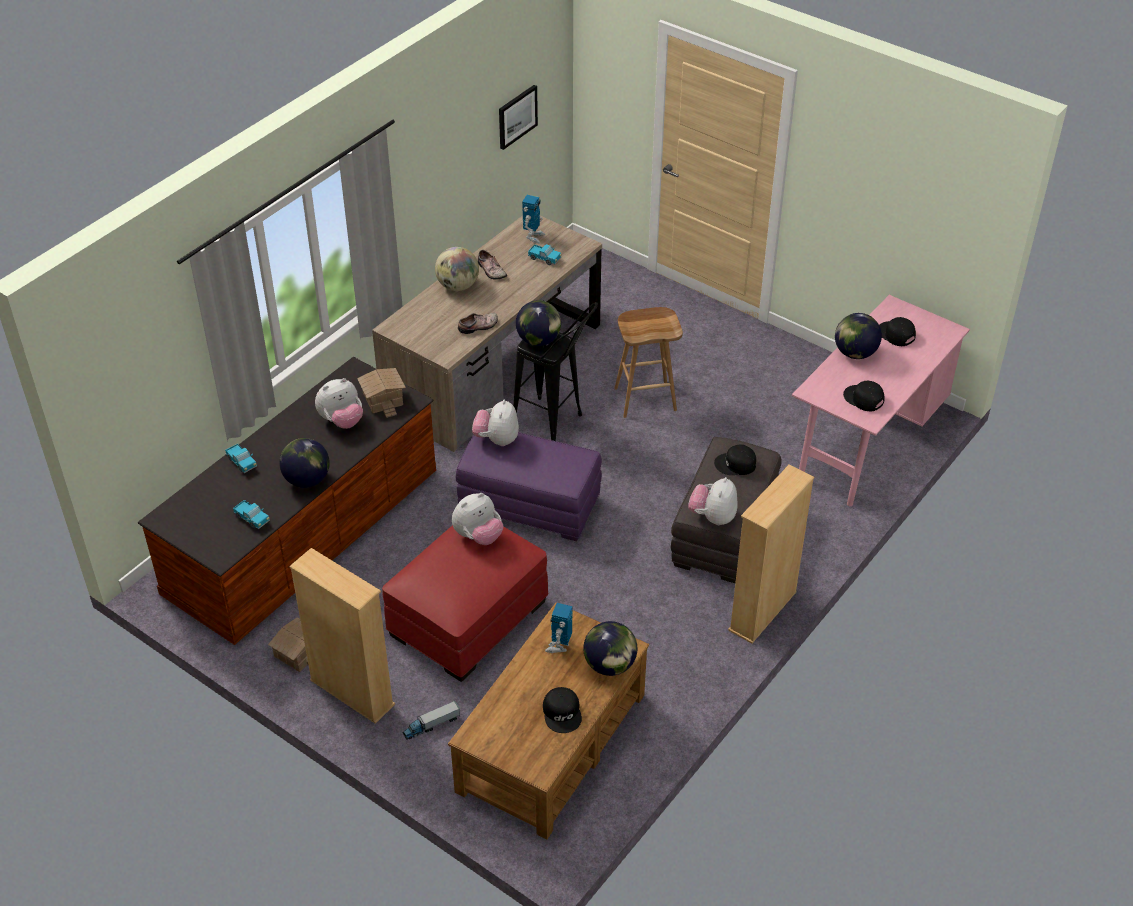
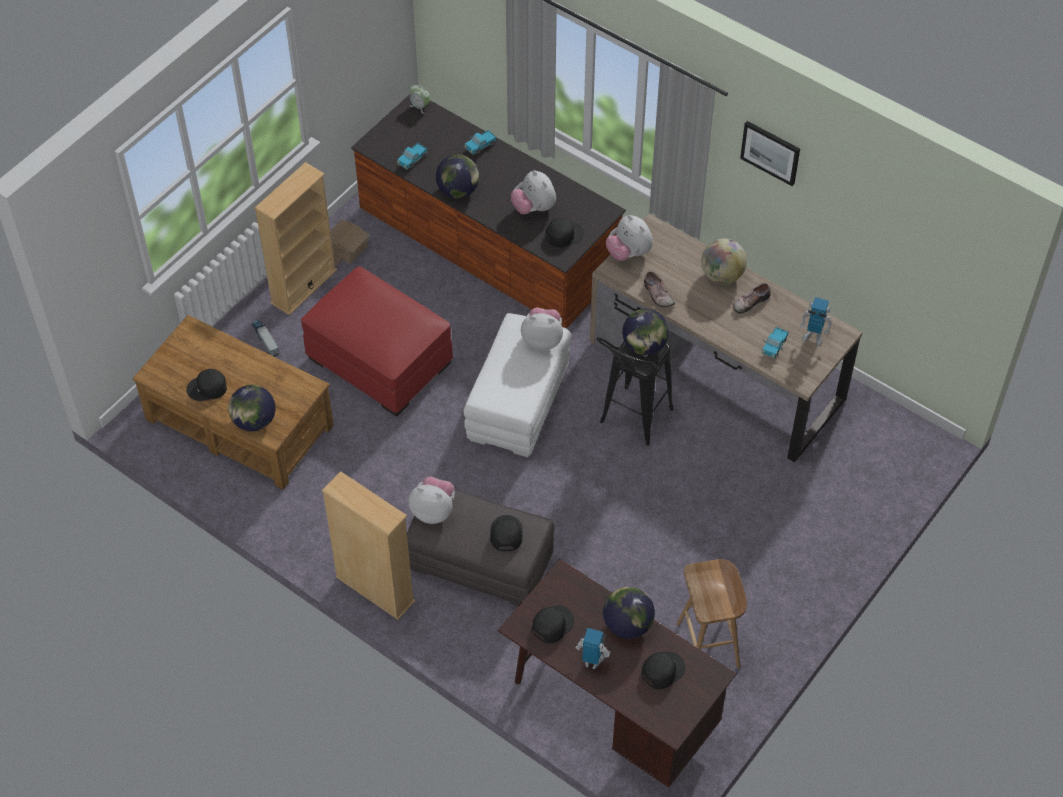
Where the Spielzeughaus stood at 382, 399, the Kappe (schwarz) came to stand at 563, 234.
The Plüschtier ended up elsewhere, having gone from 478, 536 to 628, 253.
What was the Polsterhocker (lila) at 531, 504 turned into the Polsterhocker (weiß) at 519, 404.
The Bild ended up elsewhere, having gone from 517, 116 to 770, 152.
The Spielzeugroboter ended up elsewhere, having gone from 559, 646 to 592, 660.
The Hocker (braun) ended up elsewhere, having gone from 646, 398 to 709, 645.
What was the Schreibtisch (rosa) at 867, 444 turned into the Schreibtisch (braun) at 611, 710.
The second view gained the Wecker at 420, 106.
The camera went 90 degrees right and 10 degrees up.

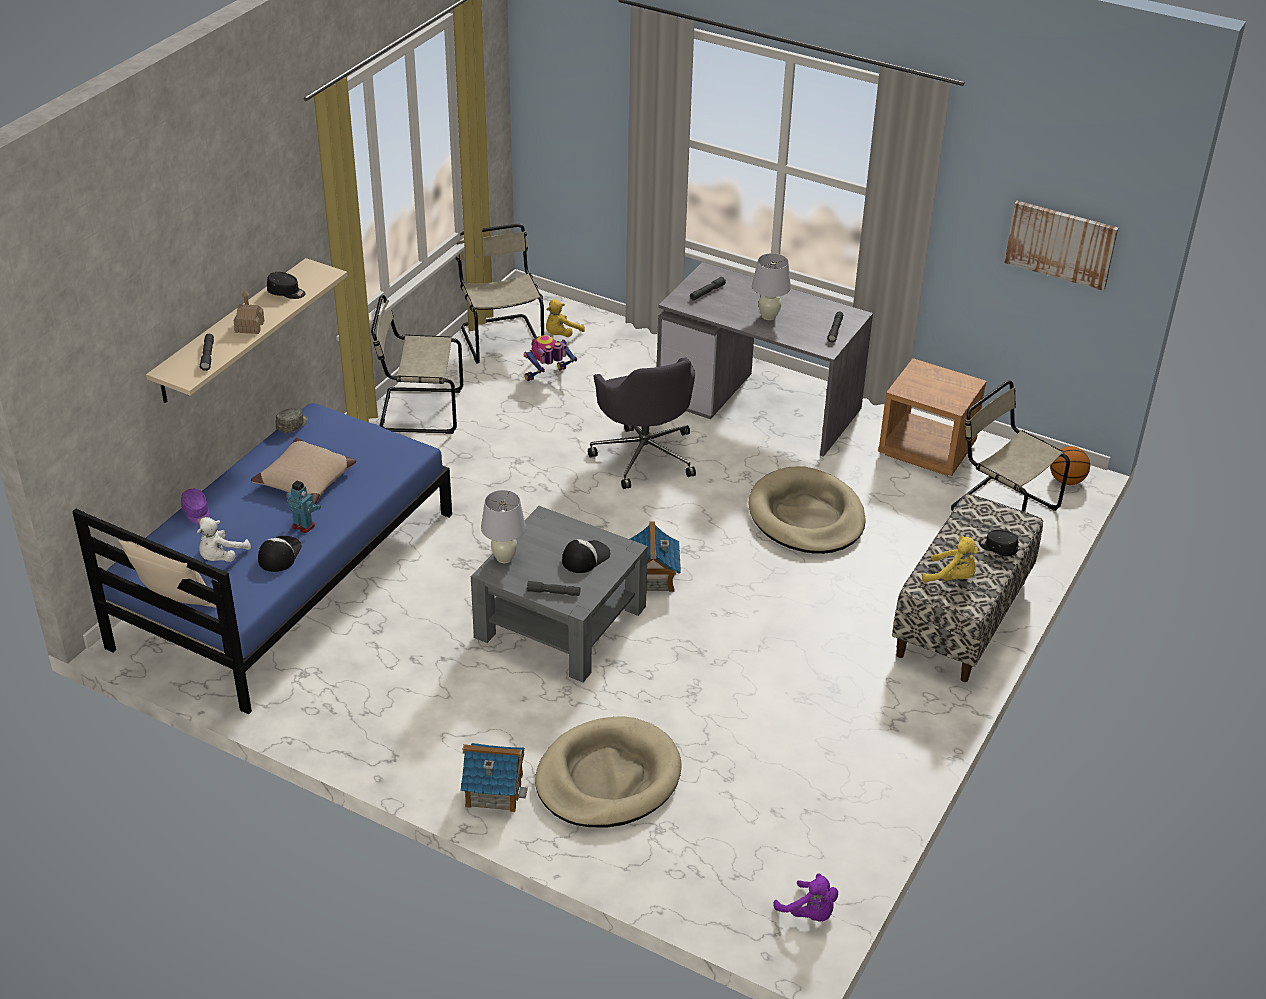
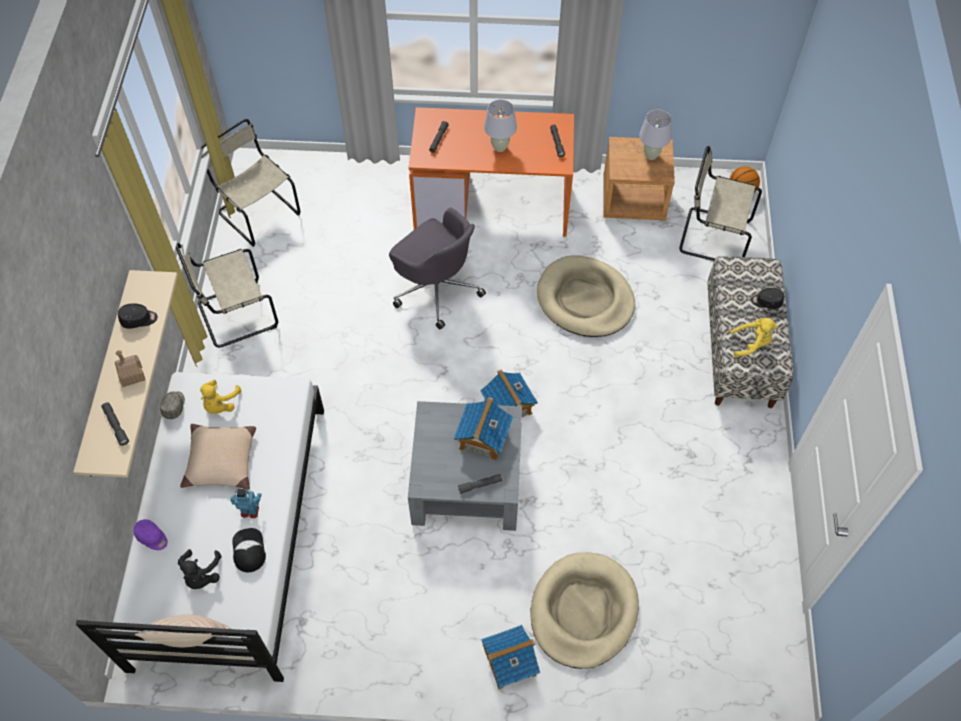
What was the Bett (blau) at 285, 578 turned into the Bett (weiß) at 230, 533.
What was the Plüschtier (weiß) at 221, 557 turned into the Plüschtier (schwarz) at 201, 575.
The Tischlampe (weiß) ended up elsewhere, having gone from 504, 558 to 651, 155.
The second view lost the Spielzeugroboter at 548, 377.
The Plüschtier (gelb) ended up elsewhere, having gone from 561, 335 to 220, 404.
Where the Kappe stood at 585, 557, the Spielzeughaus came to stand at 483, 438.
What was the Schreibtisch (grau) at 760, 404 turned into the Schreibtisch (orange) at 493, 203.
The second view lost the Plüschtier (lila) at 809, 913.
The second view lost the Bild at 1061, 244.
The camera went 25 degrees left and 20 degrees up.

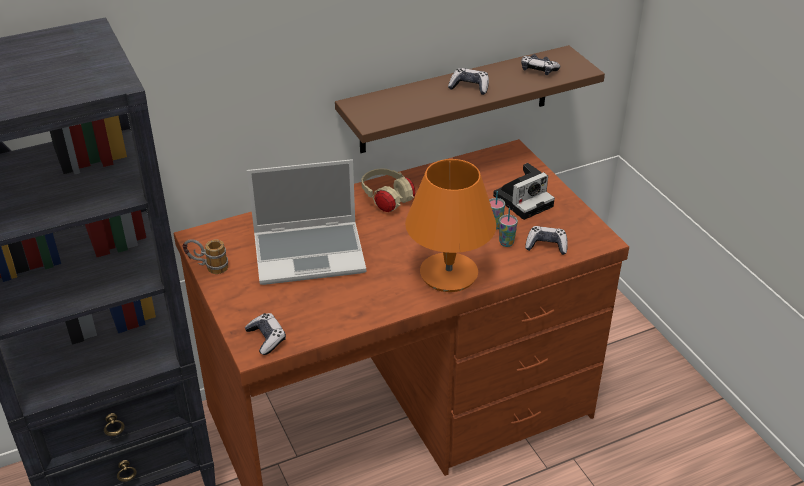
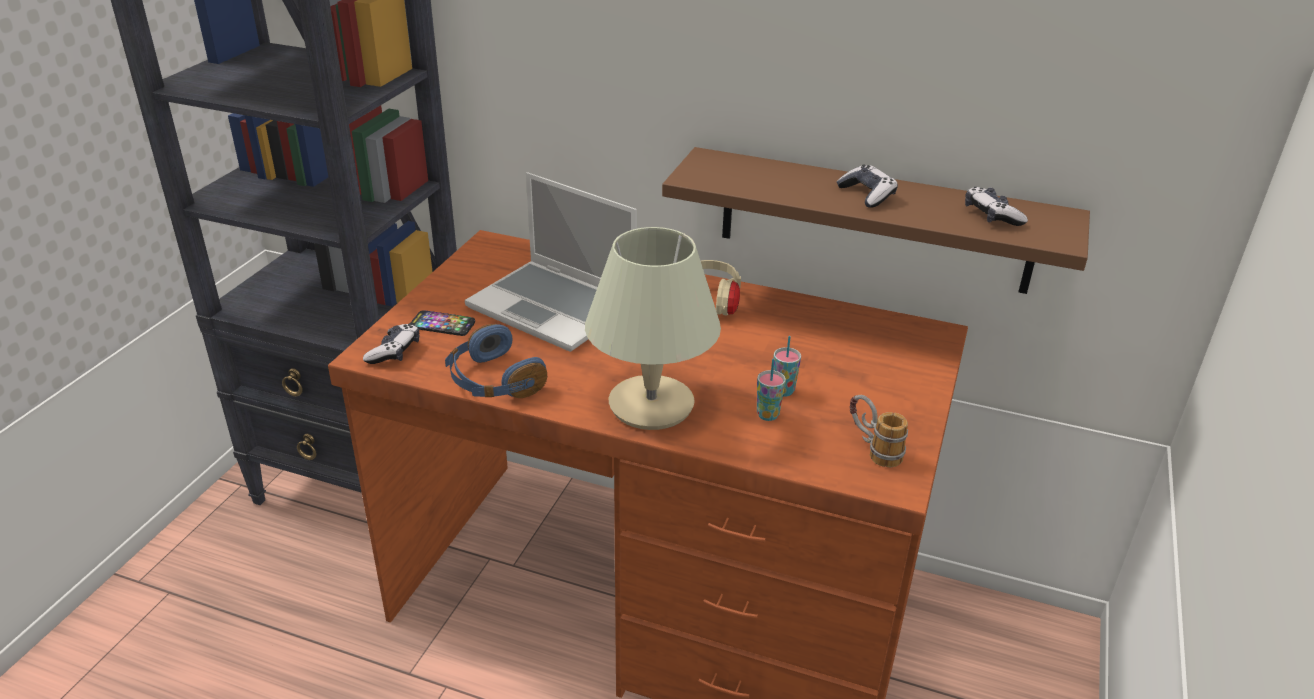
The Henkelbecher ended up elsewhere, having gone from 207, 268 to 872, 450.
What was the Tischlampe (orange) at 449, 274 turned into the Tischlampe (beige) at 652, 405.
The second view lost the Kamera at 524, 200.
The second view lost the Gamepad at 546, 246.
The second view gained the Handy at 442, 324.
The second view gained the Kopfhörer (blau) at 493, 381.
The camera went 45 degrees right and 5 degrees down.

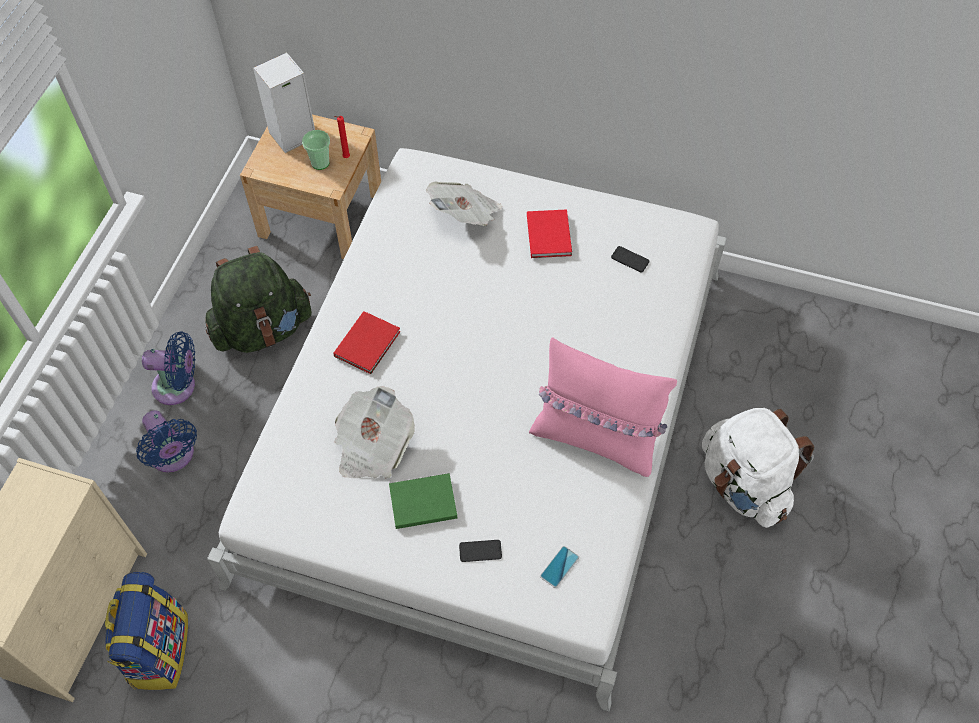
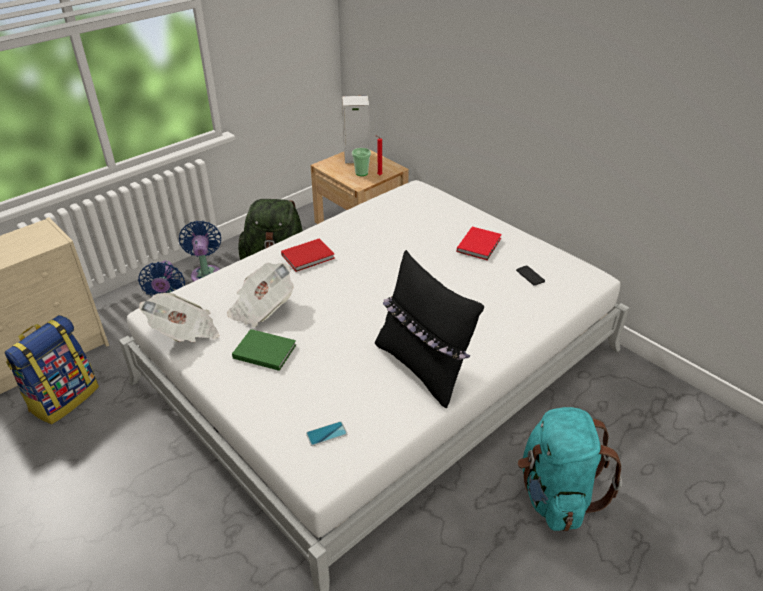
The Ventilator (blau) at 178, 386 ended up facing another way, 135 degrees counterclockwise from before.
The Zeitung ended up elsewhere, having gone from 465, 215 to 185, 332.
The second view lost the Handy at 480, 551.
What was the Kissen (rosa) at 595, 438 turned into the Kissen (schwarz) at 423, 367.
What was the Rucksack (weiß) at 744, 484 turned into the Rucksack (türkis) at 555, 494.
The camera went 30 degrees right and 20 degrees down.

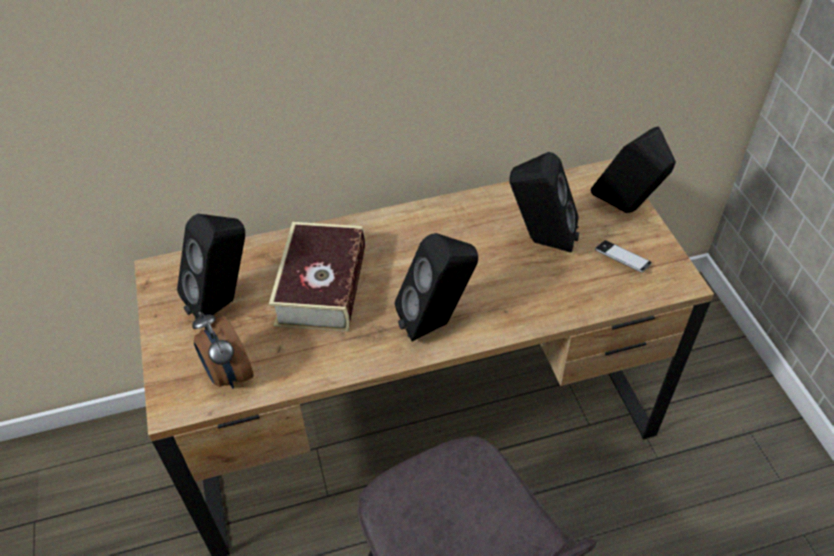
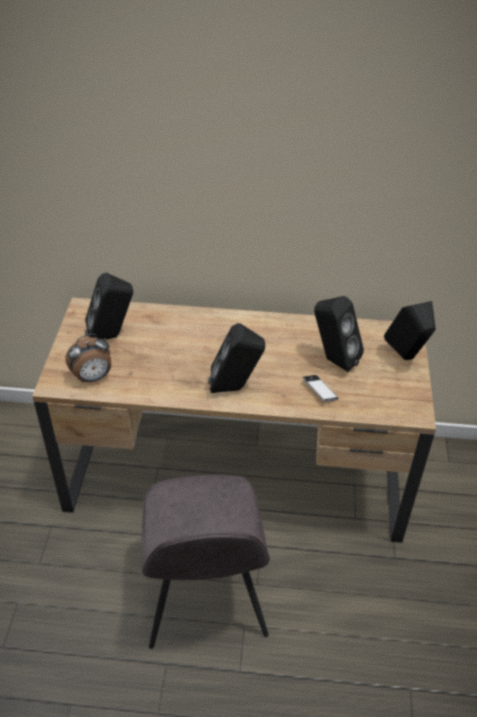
The Wecker at 228, 374 ended up facing another way, 105 degrees counterclockwise from before.
The second view lost the Buch at 322, 286.
The Handy ended up elsewhere, having gone from 622, 259 to 319, 391.
The camera went 20 degrees right and 5 degrees down.

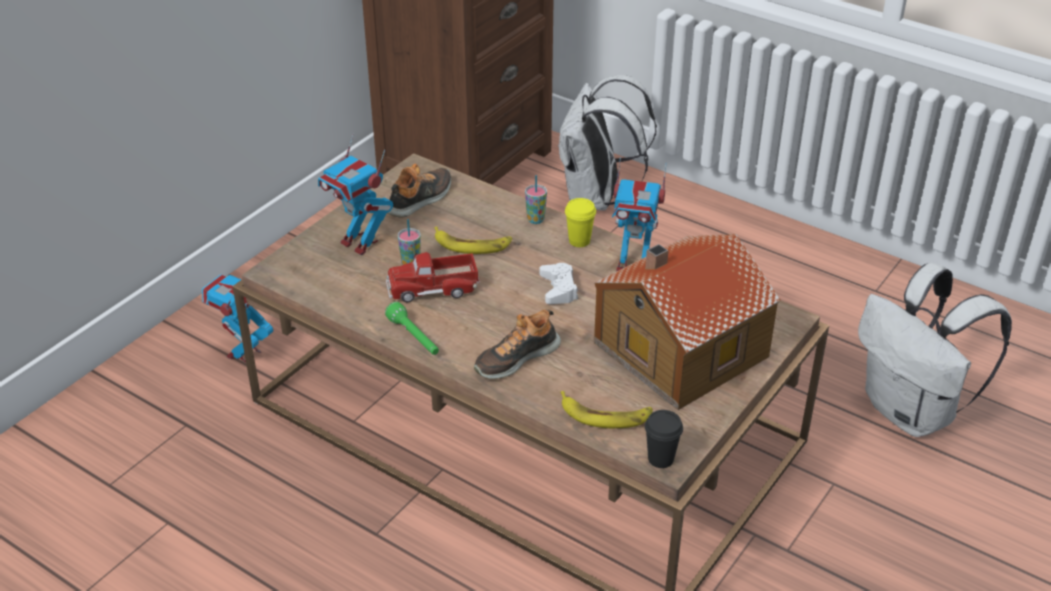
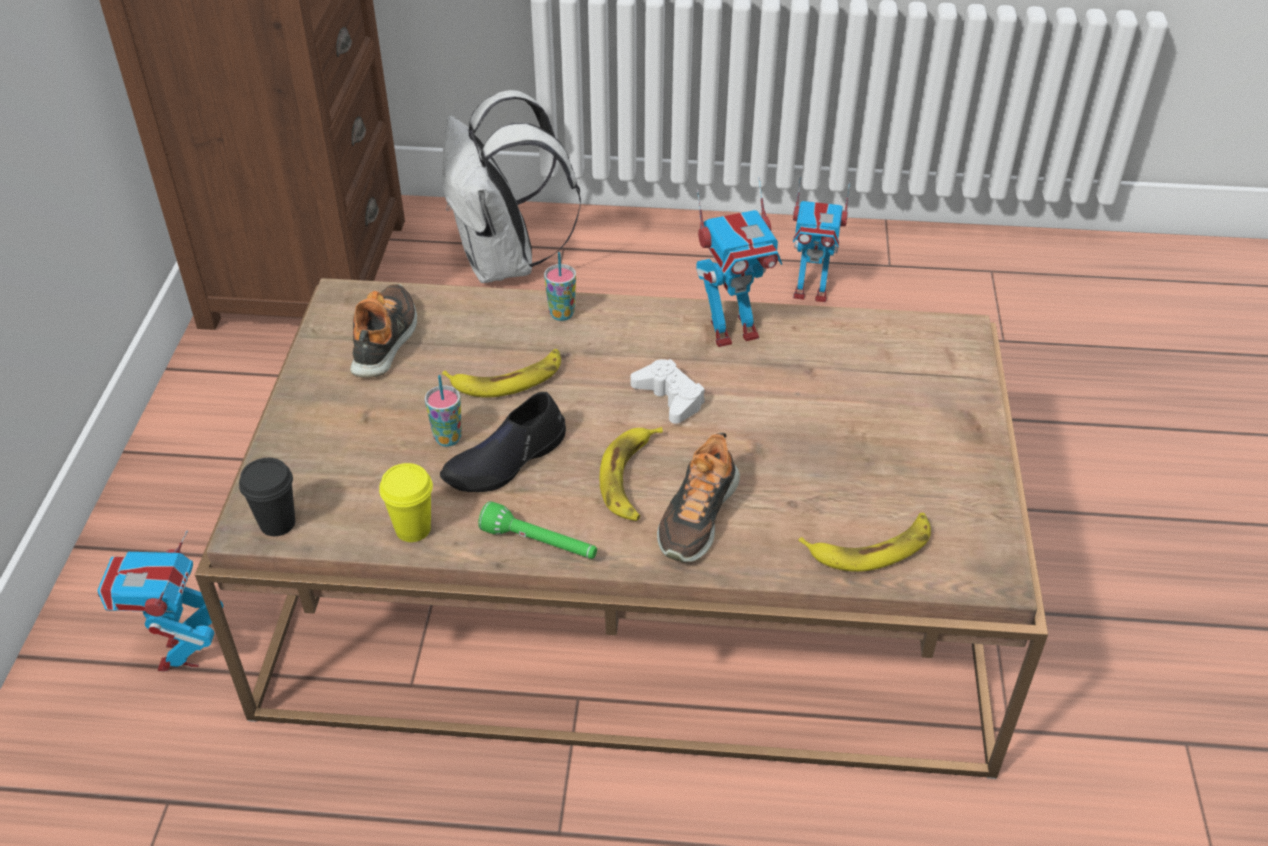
The Spielzeugroboter ended up elsewhere, having gone from 360, 243 to 811, 291.
Where the Spielzeuglaster stood at 433, 288, the Schuh (schwarz) came to stand at 505, 460.
The Tasse (gelb) ended up elsewhere, having gone from 579, 241 to 413, 529.
The second view lost the Spielzeughaus at 677, 349.
The Tasse (schwarz) ended up elsewhere, having gone from 660, 459 to 277, 523.
The second view lost the Rucksack (weiß) at 912, 412.
The second view gained the Banane at 631, 478.
The camera went 30 degrees left and 5 degrees up.

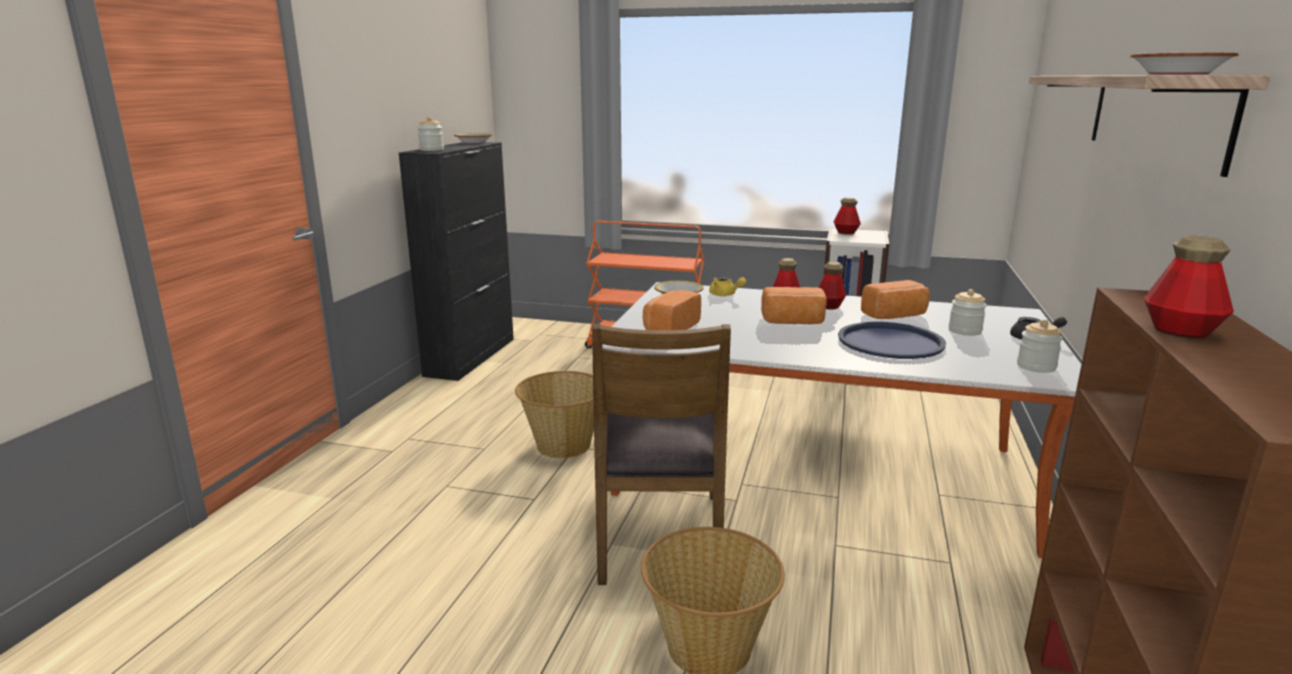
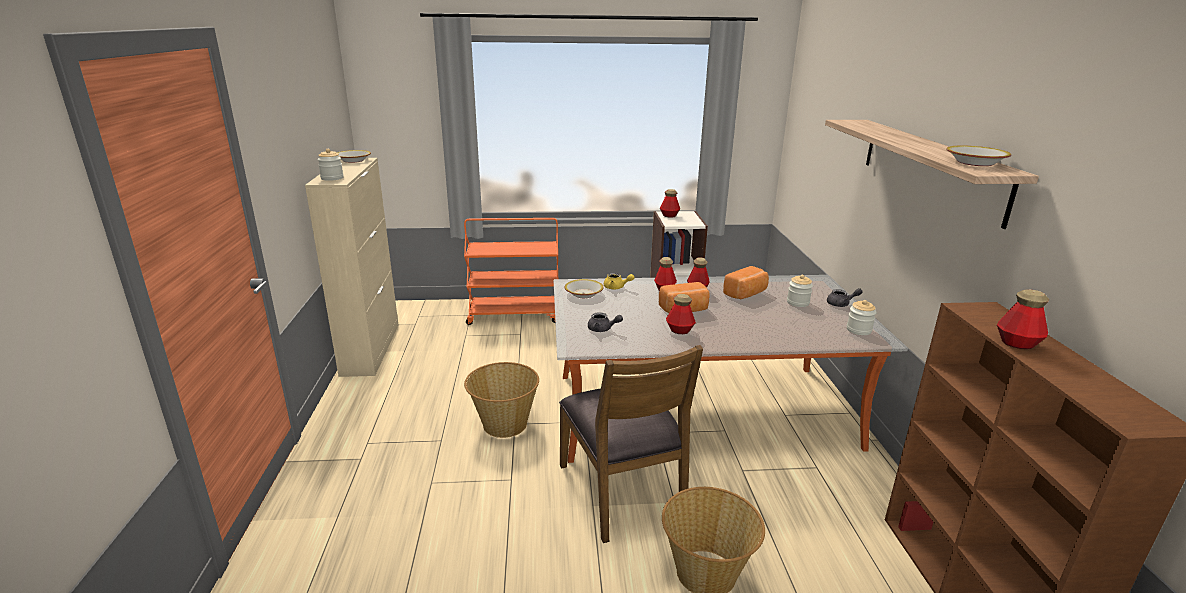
What was the Schrank (schwarz) at 471, 356 turned into the Schrank (beige) at 371, 348.
Where the Brot stood at 670, 328, the Teekanne (grau) came to stand at 602, 329.
The second view lost the Tablett (blau) at 890, 342.
The second view gained the Flasche at 680, 330.
The camera went 20 degrees left and 5 degrees up.

